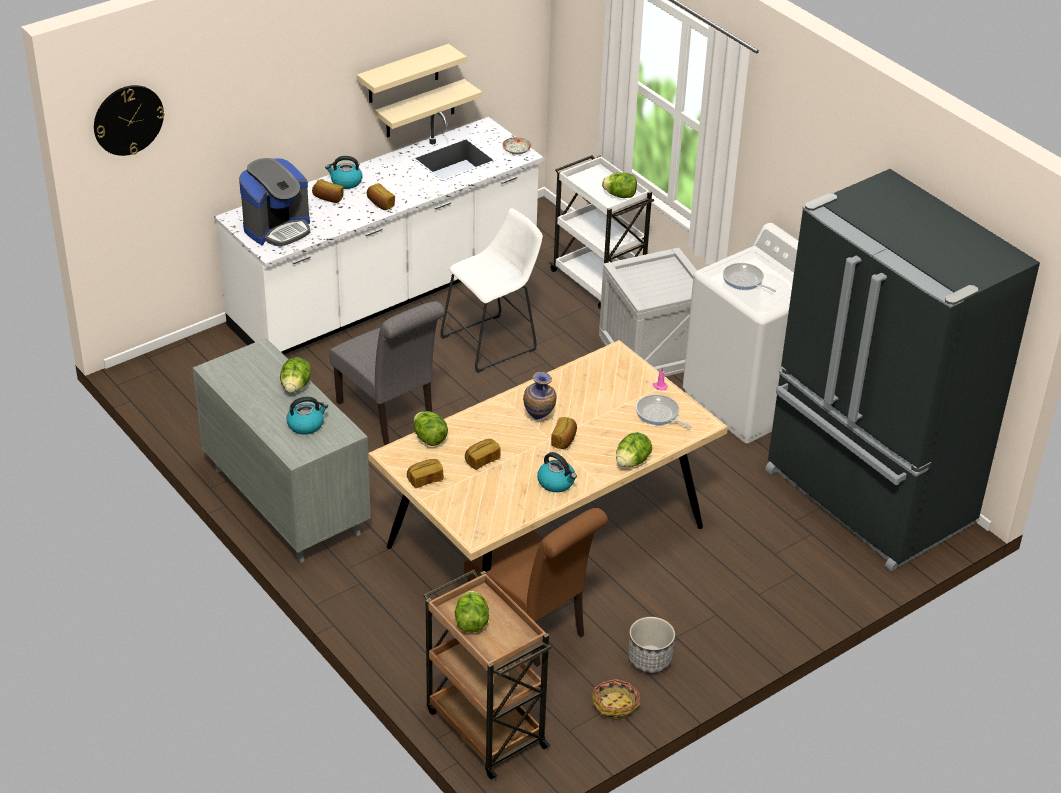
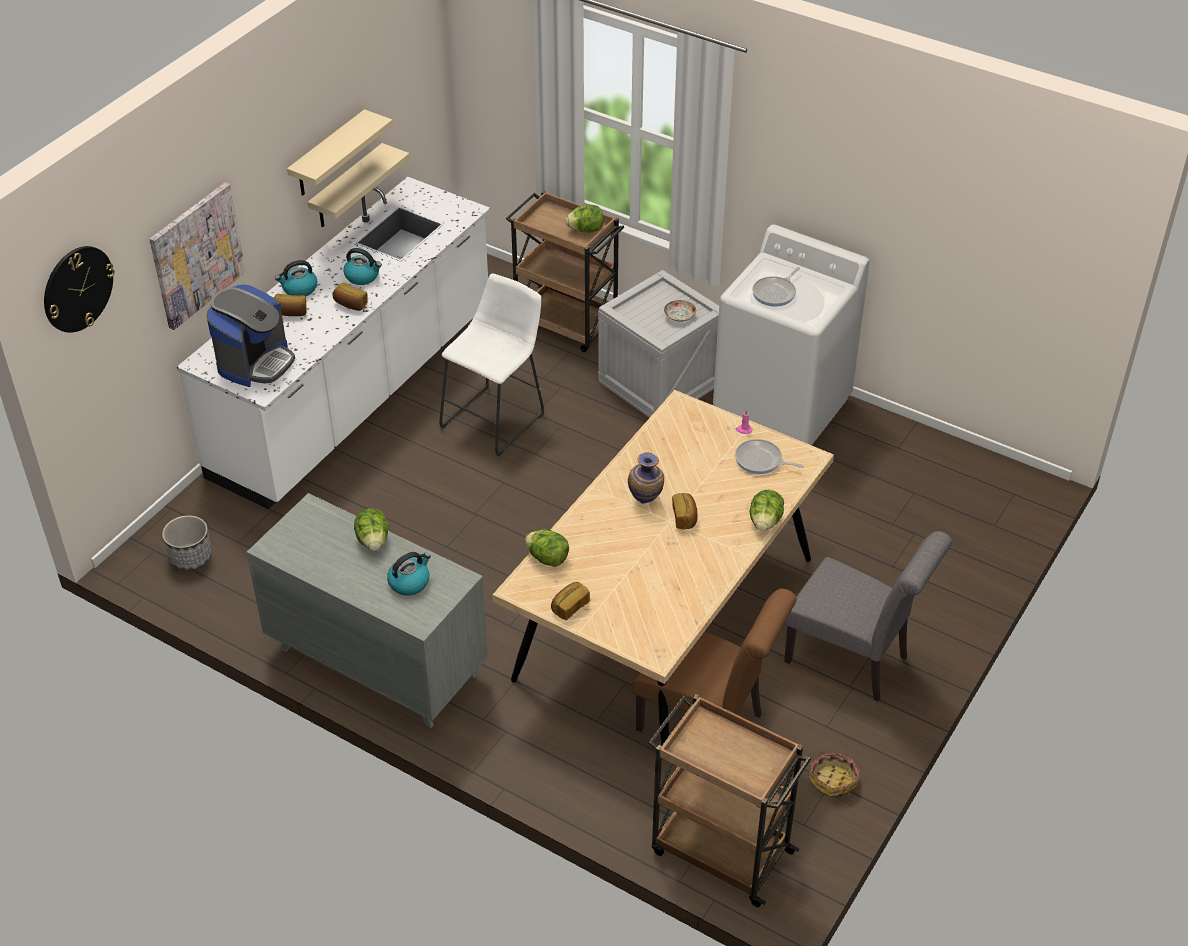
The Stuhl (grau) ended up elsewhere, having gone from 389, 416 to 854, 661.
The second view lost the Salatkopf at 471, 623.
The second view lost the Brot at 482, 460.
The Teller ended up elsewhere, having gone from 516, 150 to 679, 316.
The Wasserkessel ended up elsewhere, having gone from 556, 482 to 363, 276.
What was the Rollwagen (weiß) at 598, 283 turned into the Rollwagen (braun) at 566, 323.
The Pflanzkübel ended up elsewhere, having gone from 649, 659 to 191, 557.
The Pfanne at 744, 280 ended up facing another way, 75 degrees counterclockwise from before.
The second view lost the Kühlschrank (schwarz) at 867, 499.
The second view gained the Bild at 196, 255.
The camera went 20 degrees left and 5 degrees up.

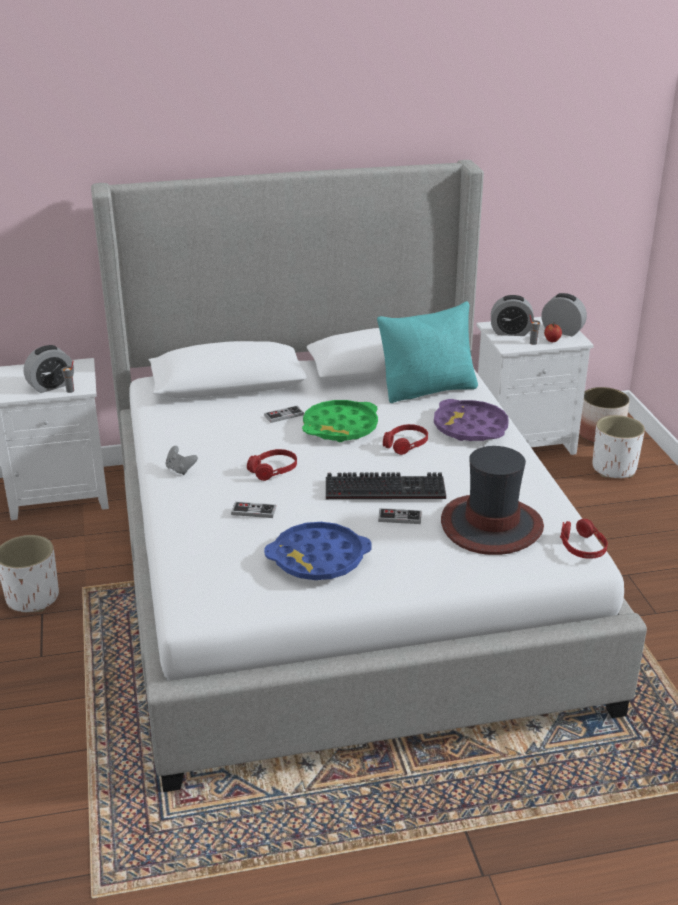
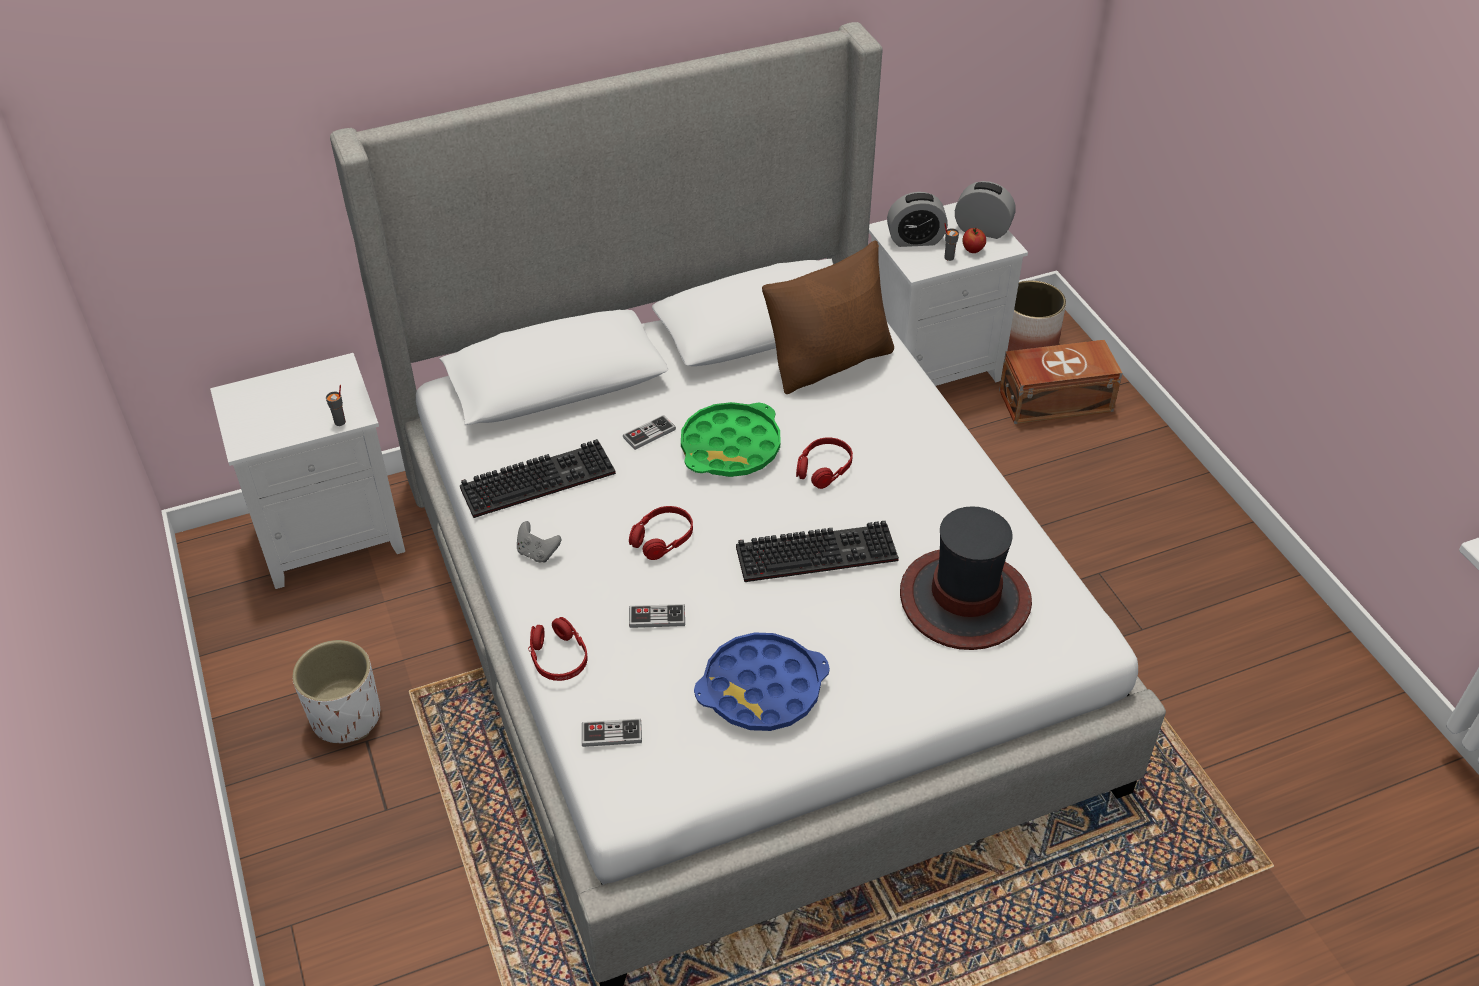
The second view lost the Wecker at 51, 386.
What was the Kissen (türkis) at 428, 390 turned into the Kissen (braun) at 830, 362.
The Gamepad ended up elsewhere, having gone from 399, 517 to 611, 734.
The second view lost the Tablett (lila) at 470, 427.
The Kopfhörer (rot) ended up elsewhere, having gone from 581, 547 to 558, 657.
Where the Pflanzkübel (weiß) stood at 613, 468, the Aufbewahrungsbox (braun) came to stand at 1053, 400.
The second view gained the Tastatur at 539, 478.
The camera went 10 degrees left and 15 degrees up.

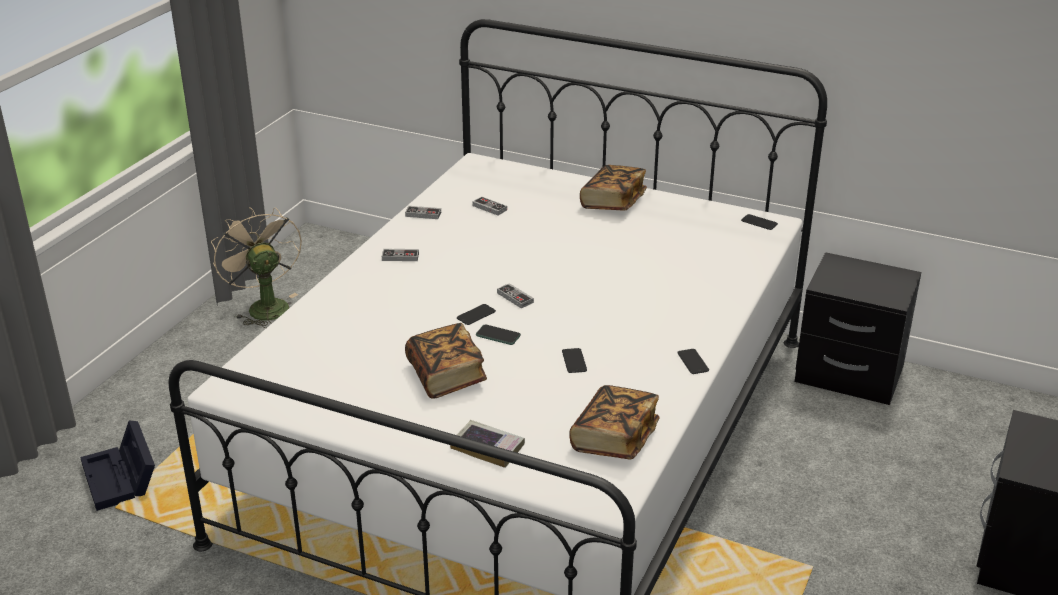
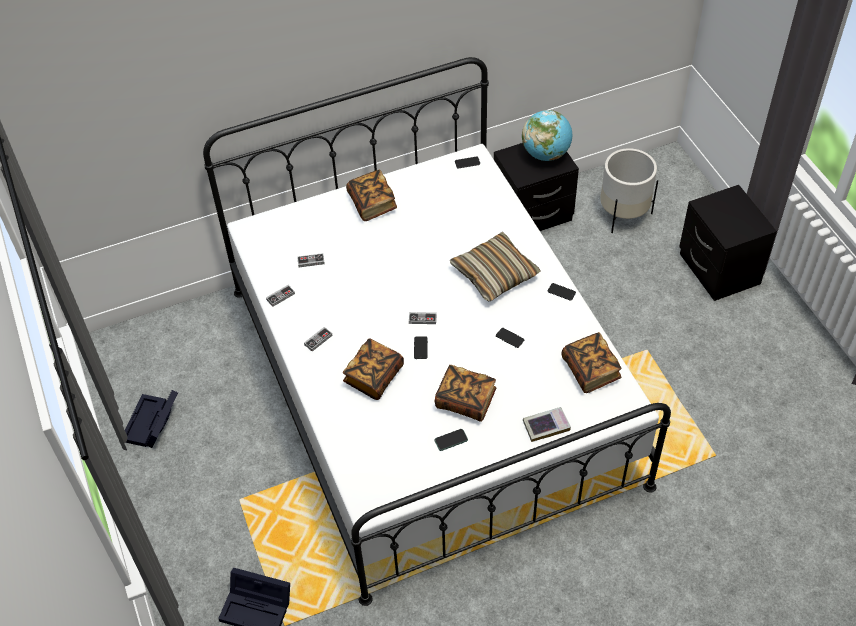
Where the Ventilator (beige) stood at 264, 306, the Aufbewahrungsbox (schwarz) came to stand at 152, 425.
The Handy ended up elsewhere, having gone from 498, 335 to 451, 440.
The second view gained the Buch at 374, 377.
The second view gained the Kissen at 495, 274.
The second view gained the Globus at 546, 154.
The second view gained the Pflanzkübel (weiß) at 623, 214.
The camera went 45 degrees left and 20 degrees up.

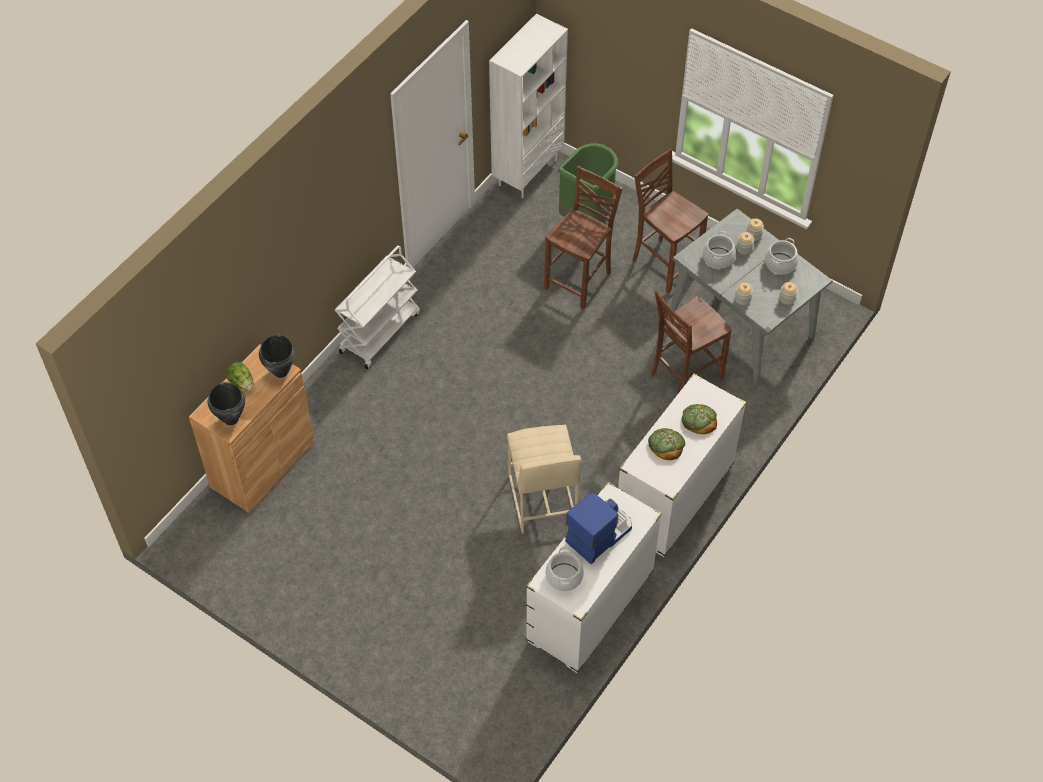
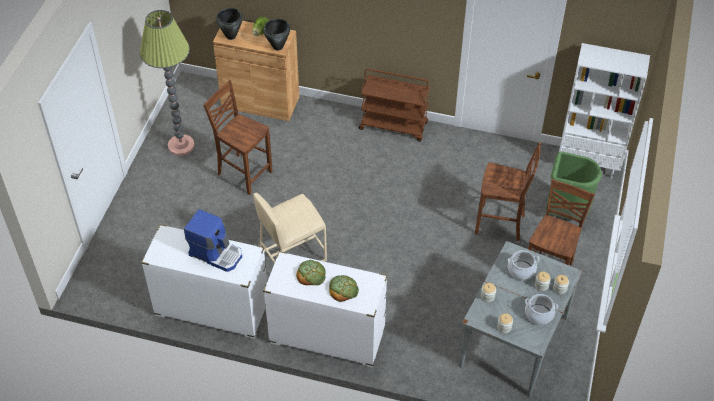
What was the Rollwagen (weiß) at 380, 332 turned into the Rollwagen (braun) at 394, 126.
The second view lost the Kochtopf at 564, 577.
The Stuhl (braun) ended up elsewhere, having gone from 684, 376 to 243, 173.
The second view gained the Stehlampe at 181, 145.
The camera went 70 degrees right and 5 degrees down.

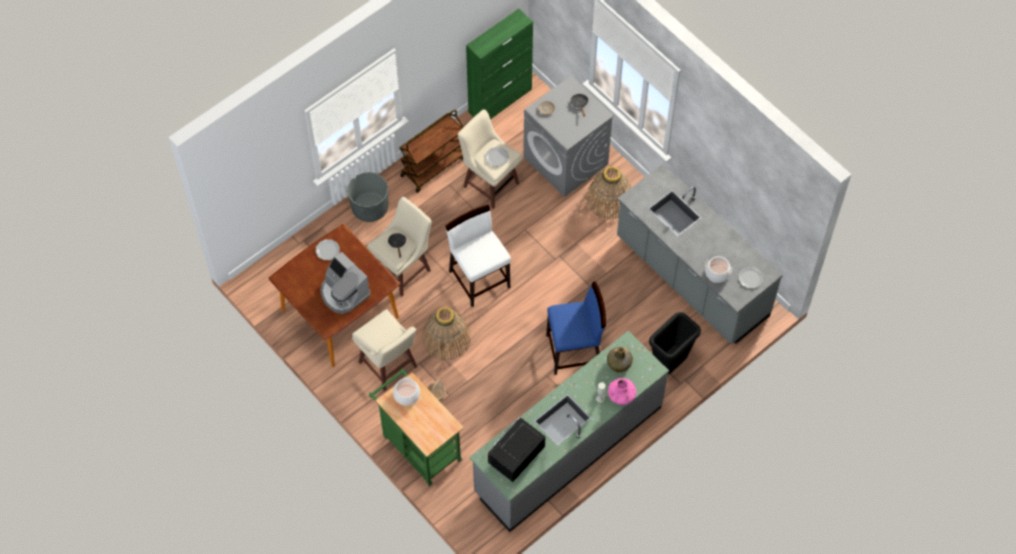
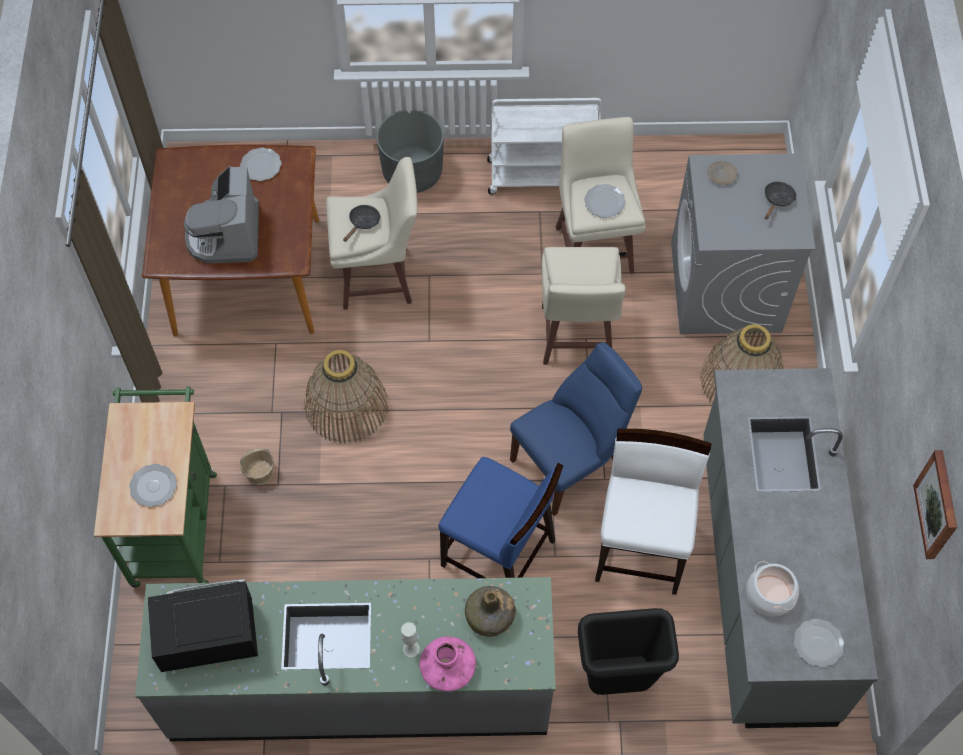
The Hocker (beige) ended up elsewhere, having gone from 388, 366 to 576, 337.
The second view lost the Kochtopf at 407, 395.
What was the Rollwagen (braun) at 433, 166 turned into the Rollwagen (weiß) at 542, 175.
The Stuhl (weiß) ended up elsewhere, having gone from 479, 278 to 641, 547.
The second view lost the Schrank (grün) at 500, 100.
The second view gained the Teller at 152, 486.
The second view gained the Stuhl (blau) at 571, 462.
The second view gained the Bild at 938, 505.
The camera went 40 degrees right and 0 degrees up.

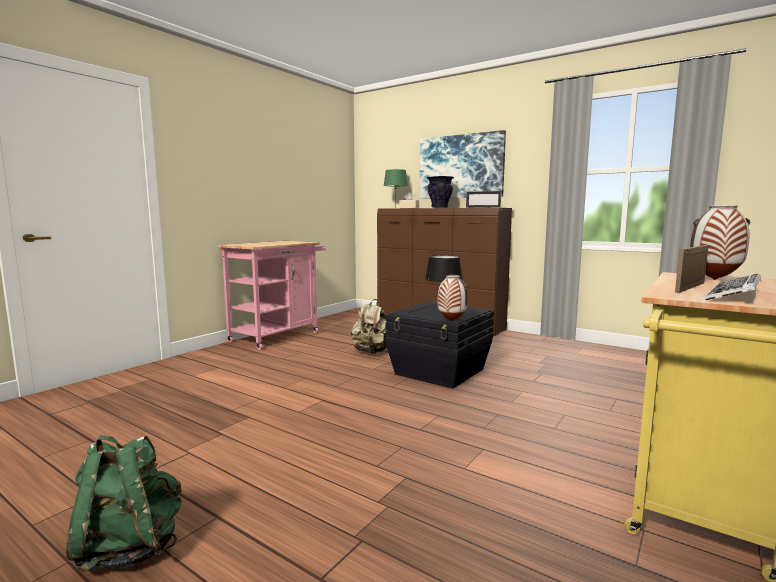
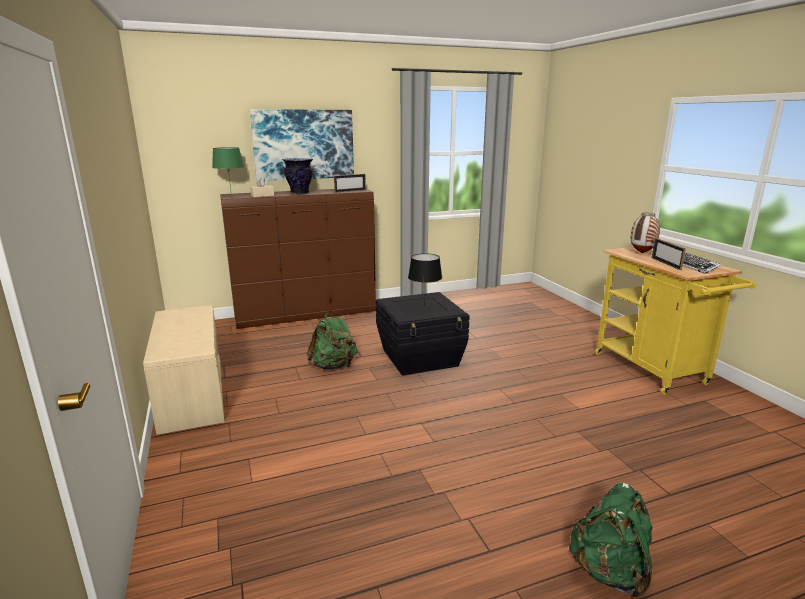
Where the Rollwagen (rosa) stood at 279, 335, the Bank (beige) came to stand at 191, 394.
What was the Rucksack (beige) at 371, 352 turned into the Rucksack (grün) at 333, 366.
The second view lost the Vase at 451, 321.
The camera went 55 degrees left and 10 degrees up.

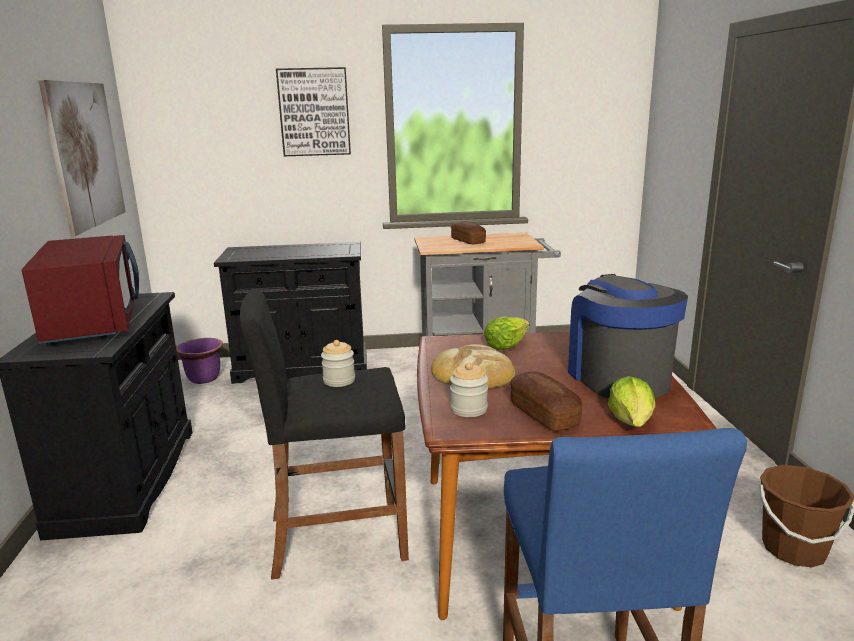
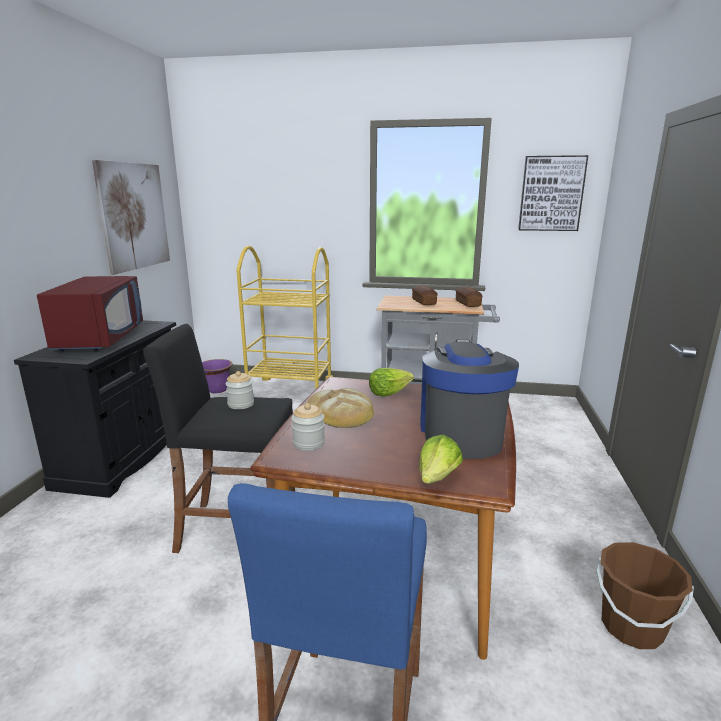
Where the Schrank (schwarz) stood at 302, 367, the Rollwagen (gelb) came to stand at 290, 390.
The Bild ended up elsewhere, having gone from 314, 112 to 551, 194.
The Brot ended up elsewhere, having gone from 544, 414 to 467, 303.
The camera went 15 degrees right and 0 degrees up.

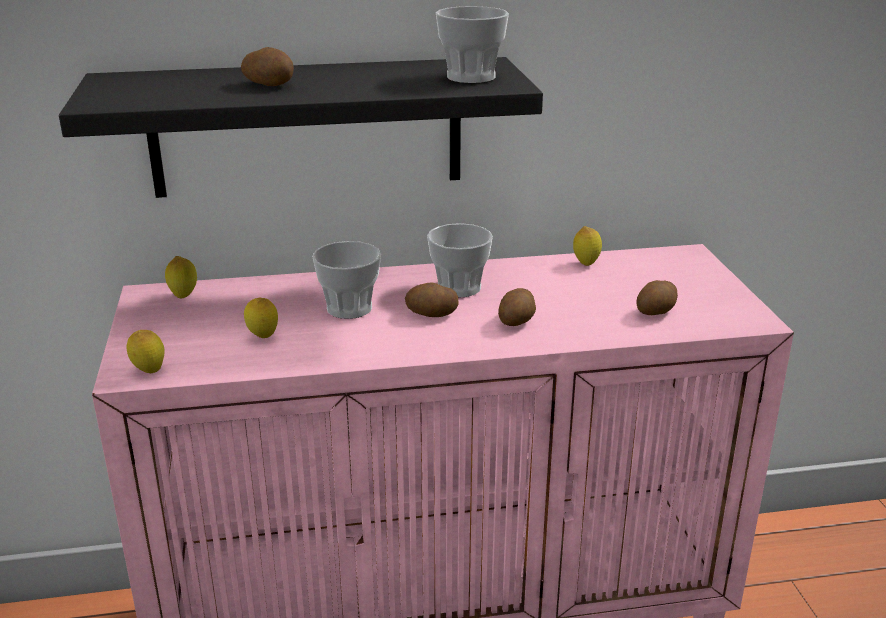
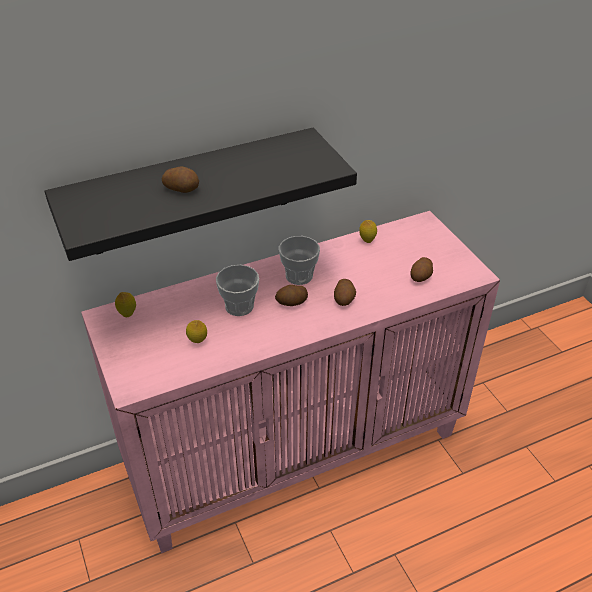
The second view lost the Zitrone at 149, 372.
The second view lost the Tasse at 471, 77.
The camera went 15 degrees left and 15 degrees up.

